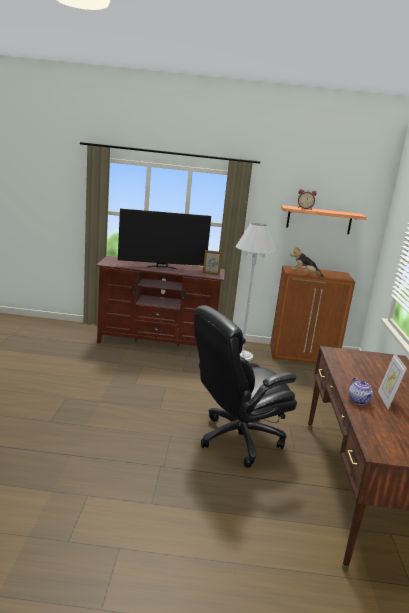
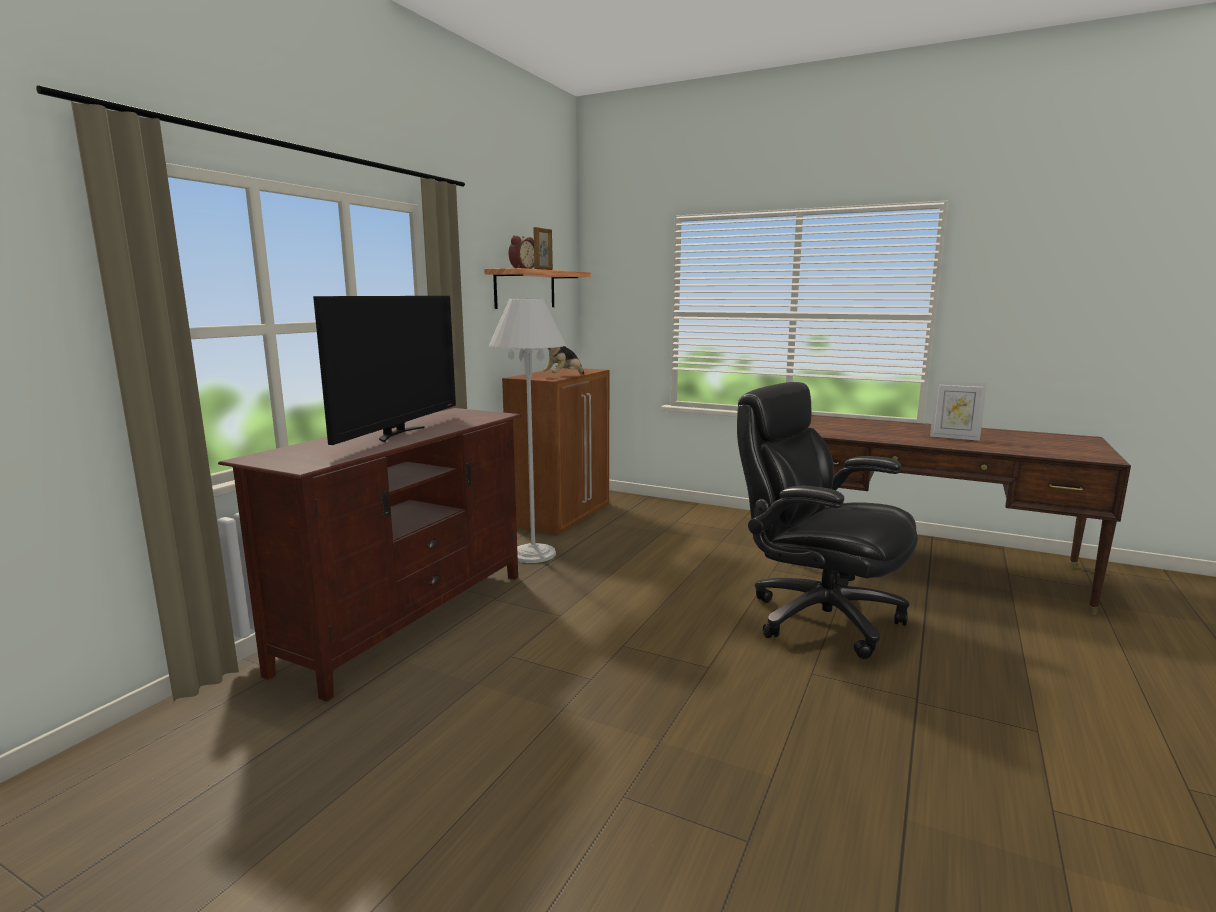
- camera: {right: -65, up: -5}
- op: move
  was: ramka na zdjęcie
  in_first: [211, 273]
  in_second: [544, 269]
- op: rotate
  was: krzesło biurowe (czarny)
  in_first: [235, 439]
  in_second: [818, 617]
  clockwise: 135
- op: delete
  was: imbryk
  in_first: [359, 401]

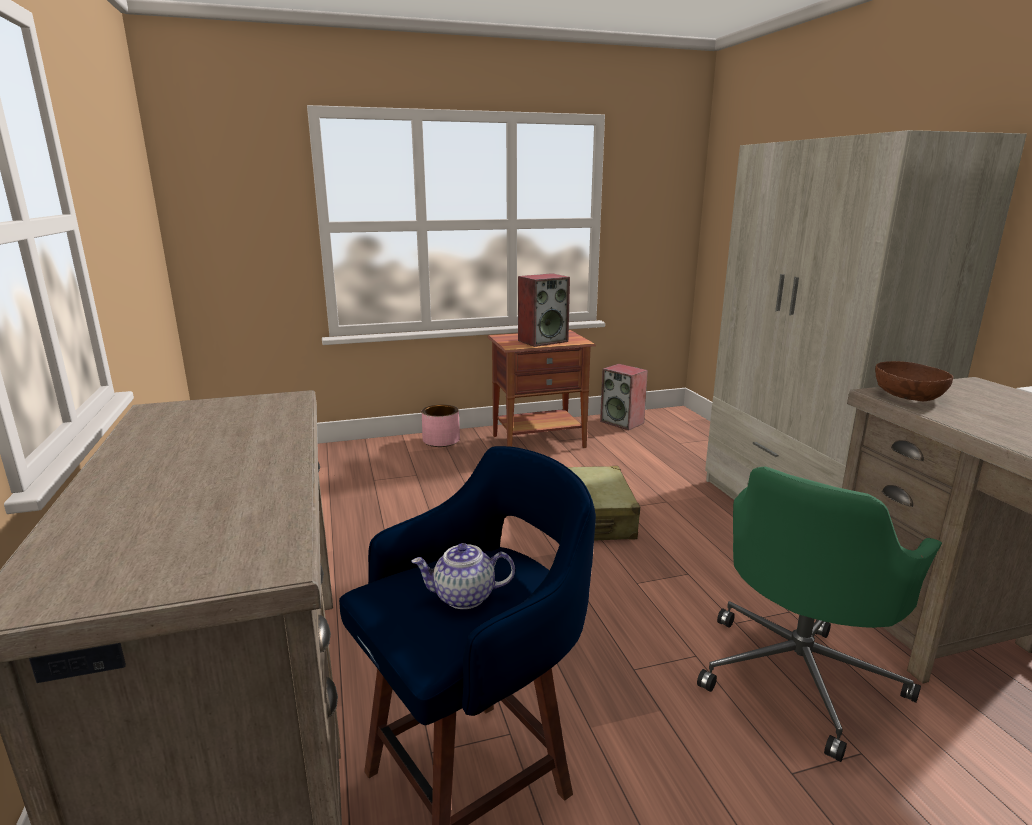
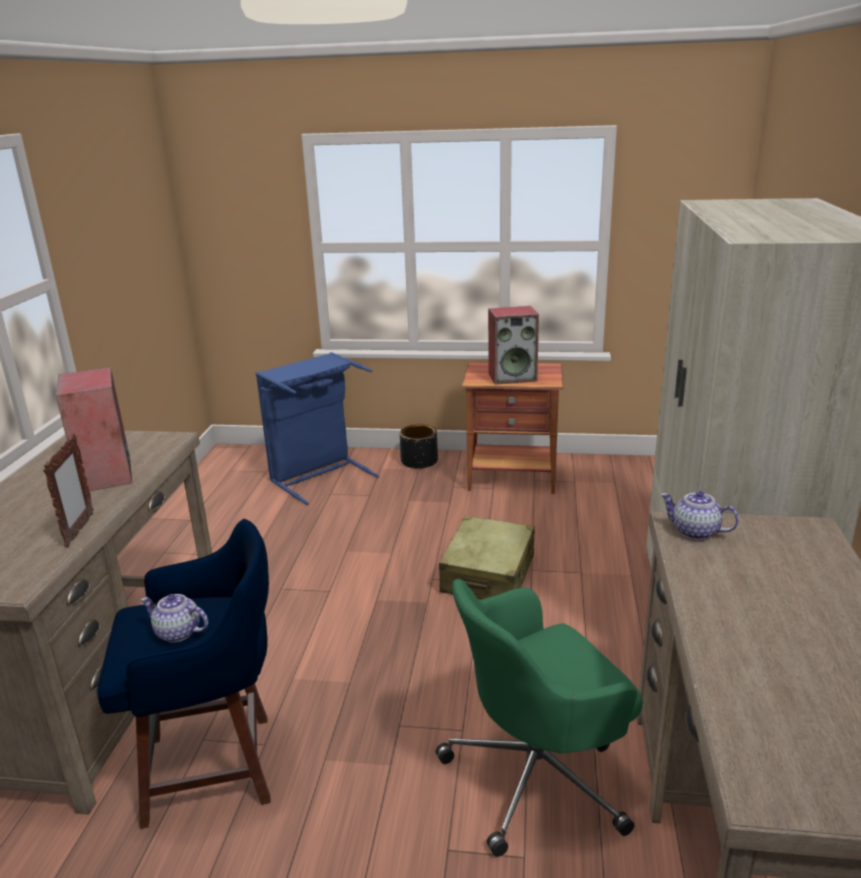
- camera: {right: 25, up: 5}
- op: insert
  now: ramka na zdjęcie
  in_second: [79, 530]
- op: move
  was: głośnik
  in_first: [622, 422]
  in_second: [107, 474]
- op: insert
  now: kosz na pranie (niebieski)
  in_second: [318, 476]
- op: recolor
  was: donica (różowy)
  now: donica (czarny)
  in_first: [441, 441]
  in_second: [419, 461]
- op: replace
  was: miska (brązowy)
  now: imbryk
  in_first: [908, 396]
  in_second: [694, 532]

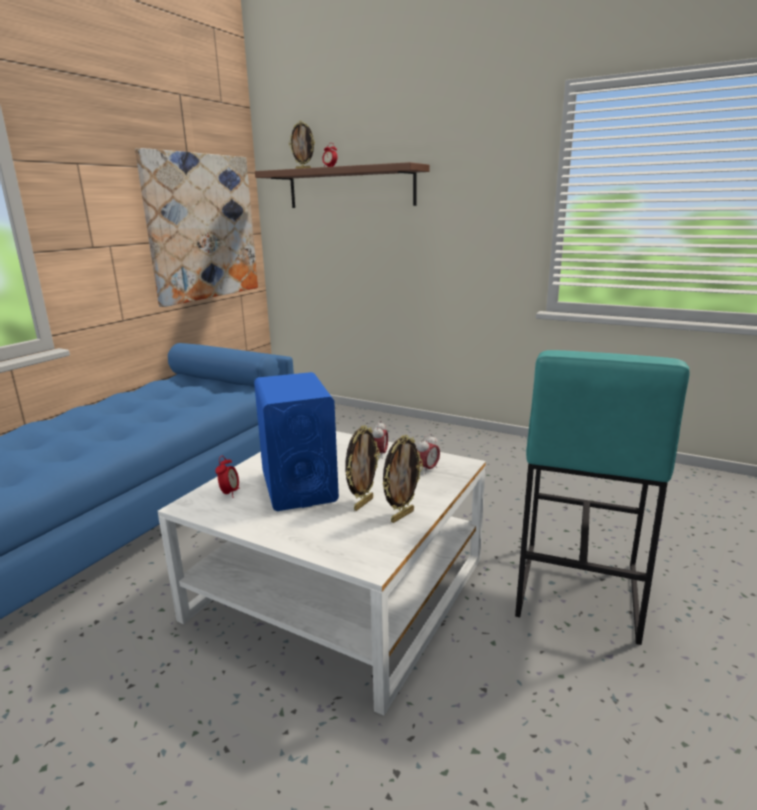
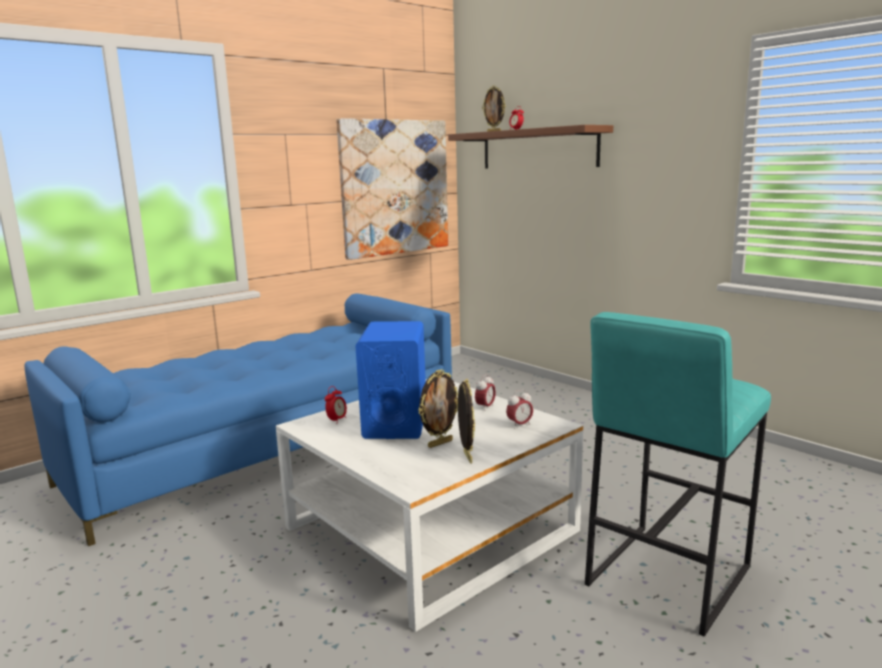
- camera: {right: 20, up: -5}
- op: rotate
  was: ramka na zdjęcie
  in_first: [402, 516]
  in_second: [466, 457]
  clockwise: -75

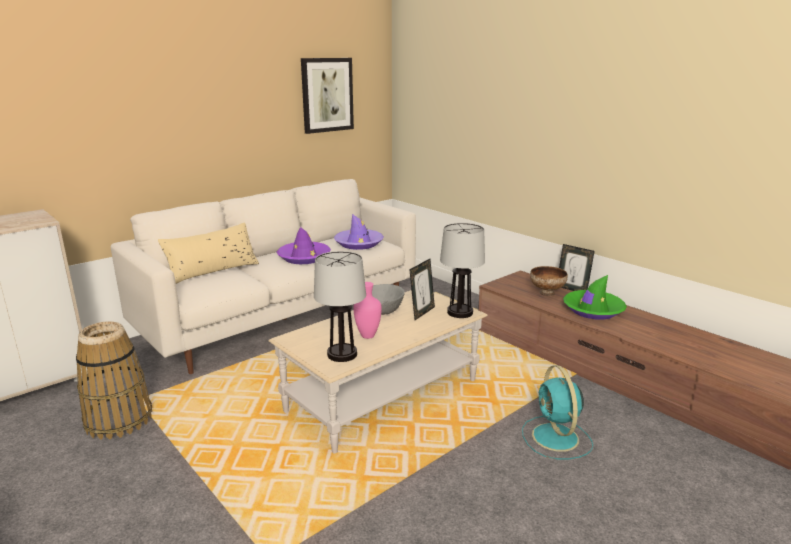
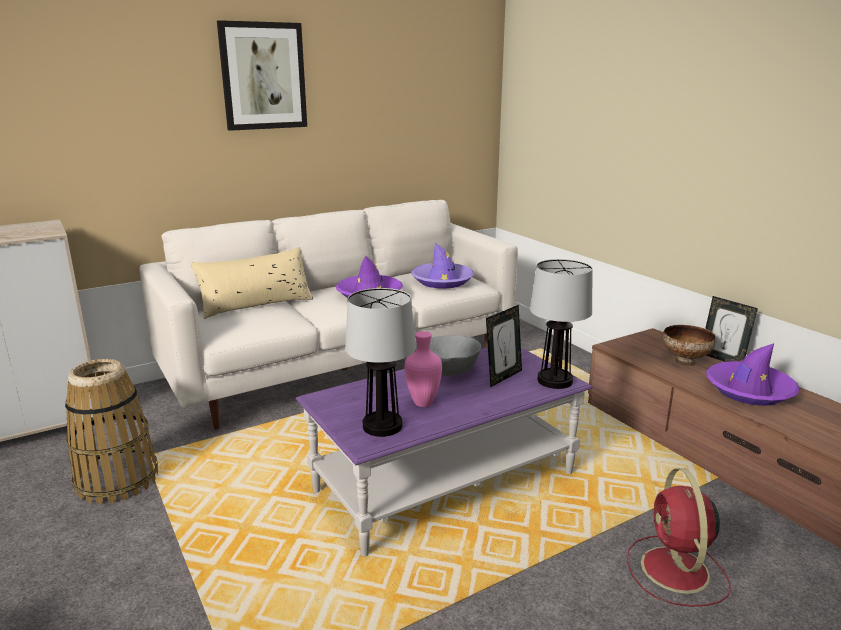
- camera: {right: 10, up: 0}
- op: move
  was: obraz
  in_first: [327, 95]
  in_second: [263, 76]
- op: recolor
  was: ława (beżowy)
  now: ława (fioletowy)
  in_first: [383, 396]
  in_second: [445, 482]
- op: recolor
  was: wentylator (turkusowy)
  now: wentylator (czerwony)
  in_first: [556, 438]
  in_second: [676, 572]
- op: recolor
  was: kapelusz (zielony)
  now: kapelusz (fioletowy)
  in_first: [593, 310]
  in_second: [749, 391]

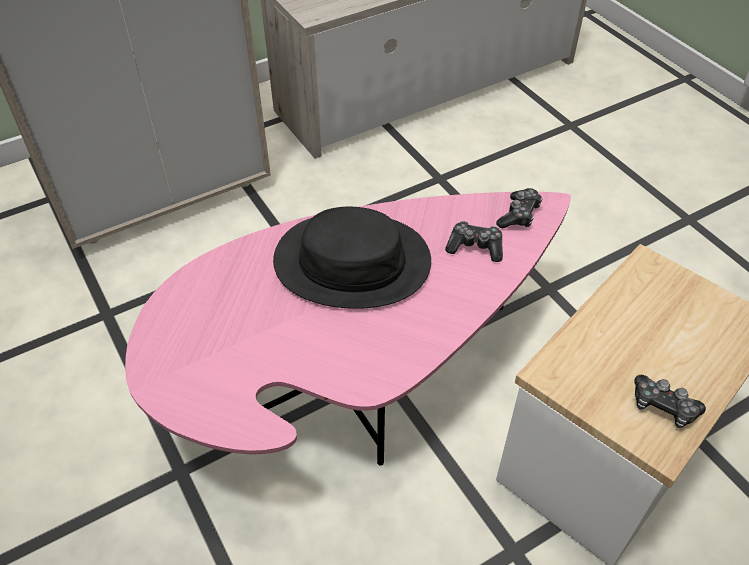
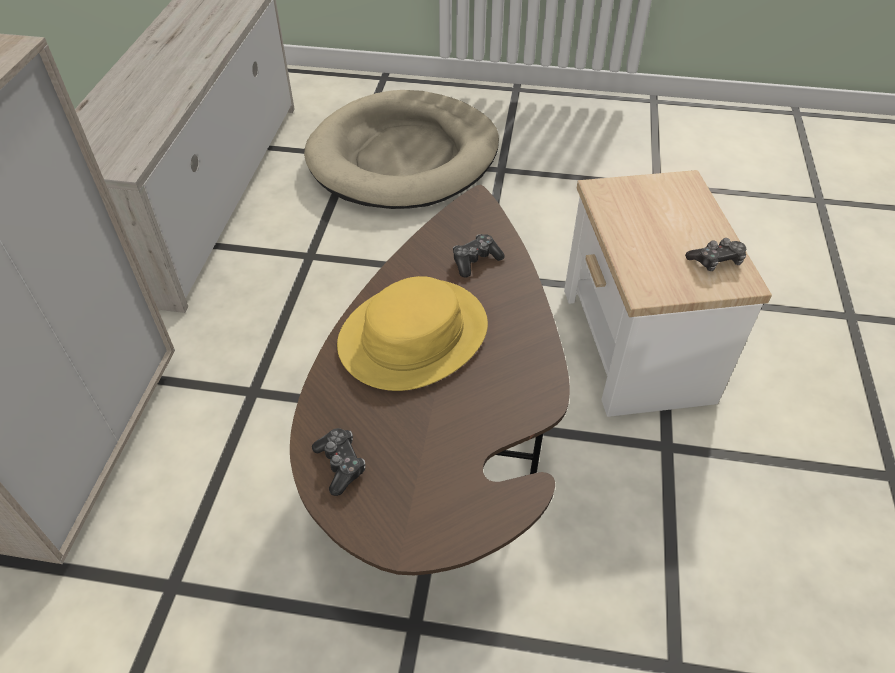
- camera: {right: -50, up: 0}
- op: recolor
  was: ława (różowy)
  now: ława (brązowy)
  in_first: [351, 379]
  in_second: [441, 442]
- op: insert
  now: legowisko (beżowy)
  in_second: [404, 157]
- op: move
  was: pad do gier
  in_first: [519, 215]
  in_second: [340, 464]
- op: recolor
  was: kapelusz (czarny)
  now: kapelusz (żółty)
  in_first: [352, 261]
  in_second: [413, 335]

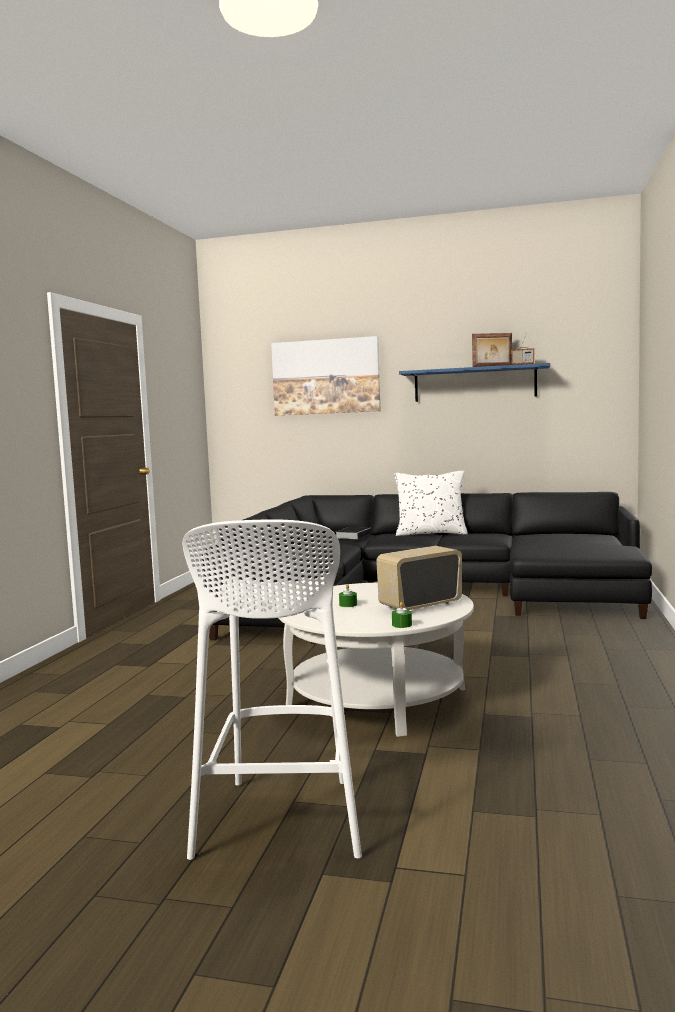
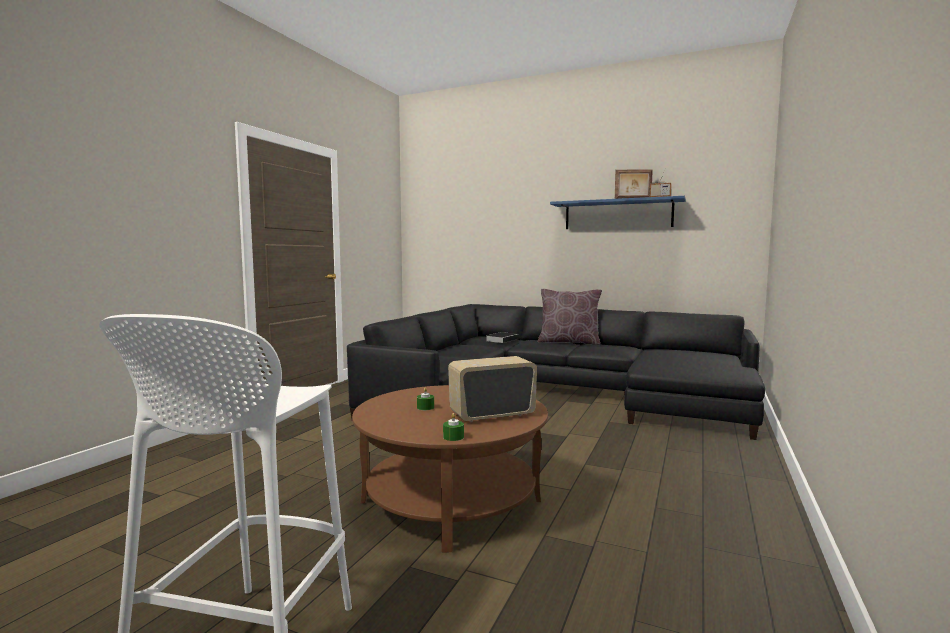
- camera: {right: 10, up: 0}
- op: recolor
  was: ława (biały)
  now: ława (brązowy)
  in_first: [377, 698]
  in_second: [451, 500]
- op: recolor
  was: poduszka (biały)
  now: poduszka (brązowy)
  in_first: [431, 533]
  in_second: [569, 342]
- op: delete
  was: obraz
  in_first: [326, 376]

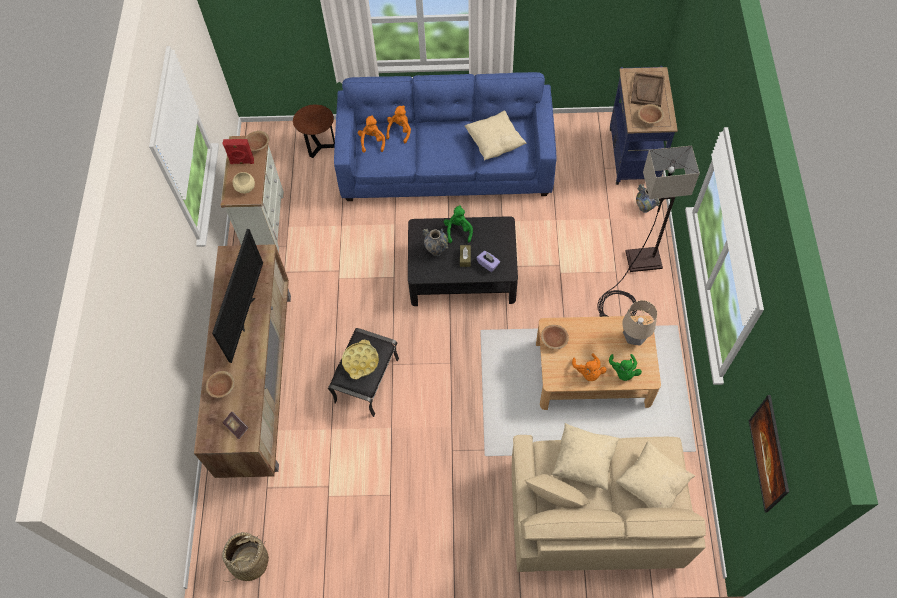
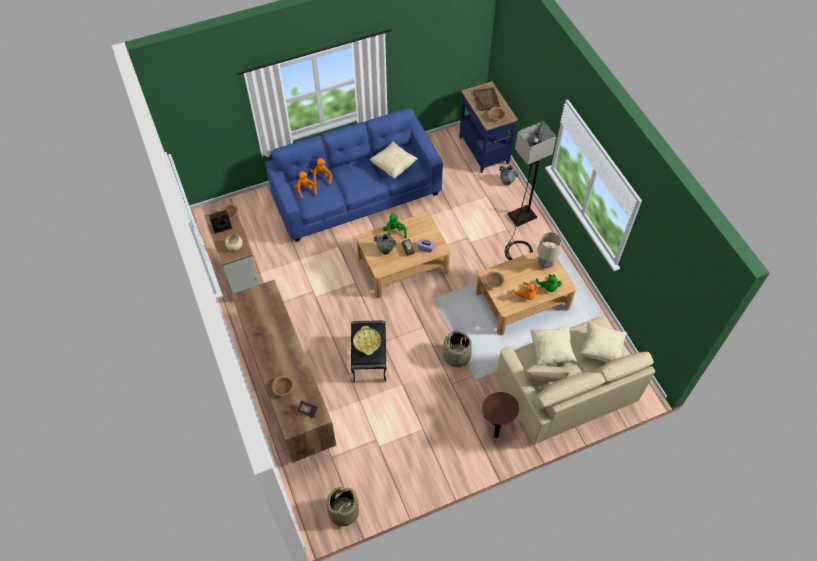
- camera: {right: -25, up: -5}
- op: recolor
  was: głośnik (czerwony)
  now: głośnik (czarny)
  in_first: [242, 162]
  in_second: [223, 229]
- op: recolor
  was: ława (czarny)
  now: ława (beżowy)
  in_first: [462, 273]
  in_second: [403, 264]
- op: insert
  now: koszyk
  in_second: [456, 356]
- op: move
  was: stolik (brązowy)
  in_first: [320, 146]
  in_second: [496, 424]
- op: delete
  was: telewizor
  in_first: [245, 313]
- op: delete
  was: obraz
  in_first: [764, 459]

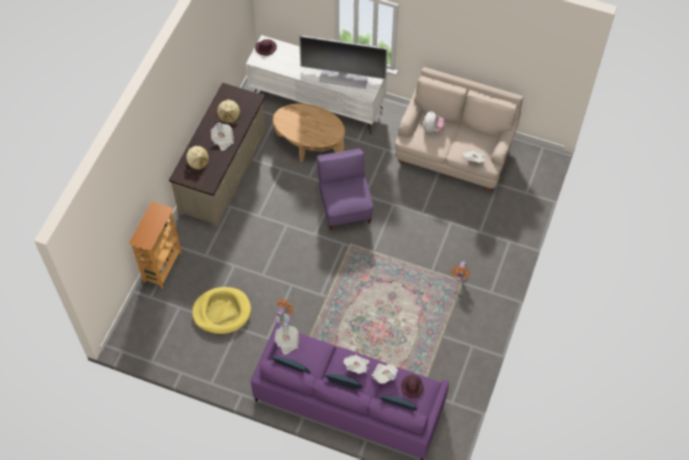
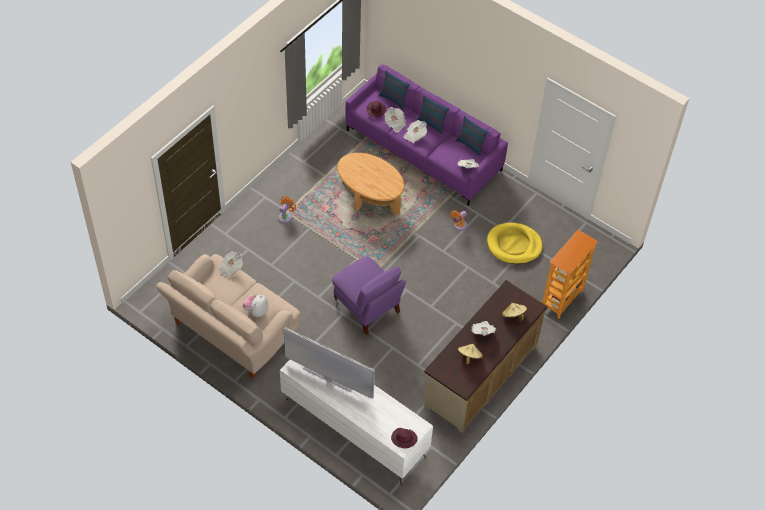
- camera: {right: -165, up: -5}
- op: rotate
  was: fotel (fioletowy)
  in_first: [345, 207]
  in_second: [367, 307]
  clockwise: -45
- op: move
  was: ława (brązowy)
  in_first: [309, 145]
  in_second: [370, 198]

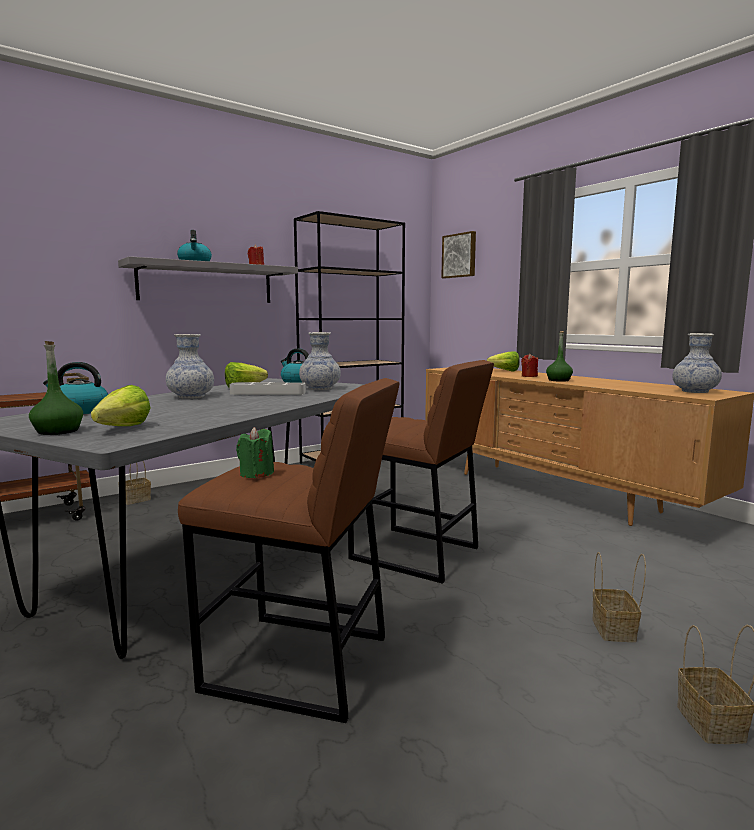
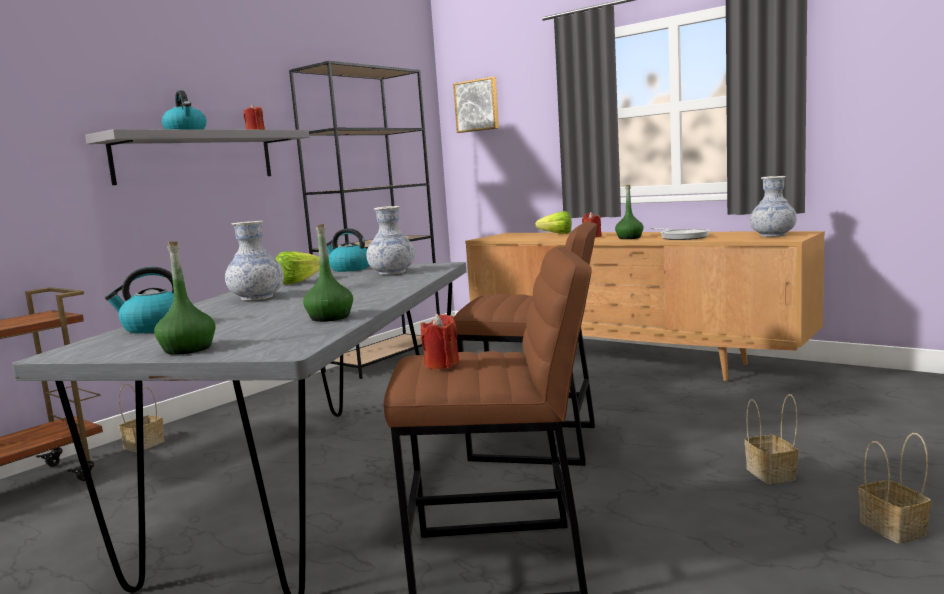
- camera: {right: -15, up: 0}
- op: insert
  now: butelka (zielony)
  in_second: [330, 318]
- op: recolor
  was: świeca (zielony)
  now: świeca (czerwony)
  in_first: [256, 474]
  in_second: [441, 364]
- op: insert
  now: patelnia
  in_second: [682, 237]
- op: delete
  was: sałata
  in_first: [118, 429]
- op: delete
  was: taca (szary)
  in_first: [268, 393]

